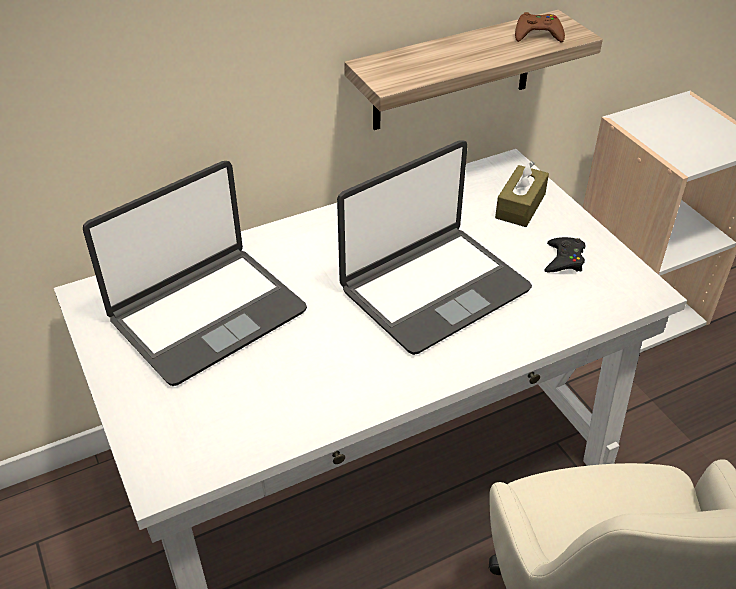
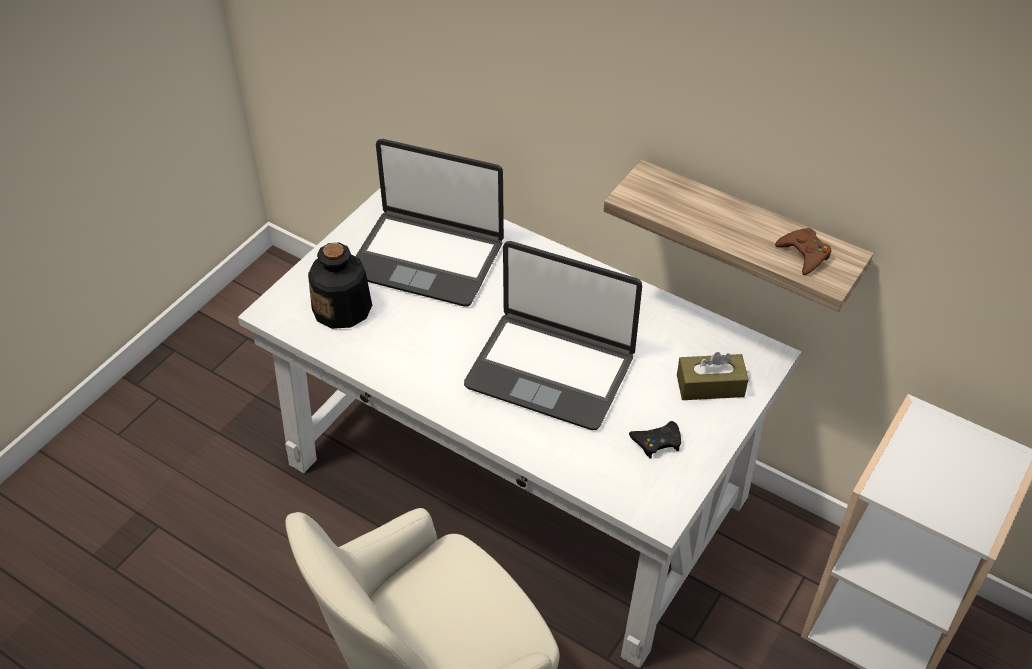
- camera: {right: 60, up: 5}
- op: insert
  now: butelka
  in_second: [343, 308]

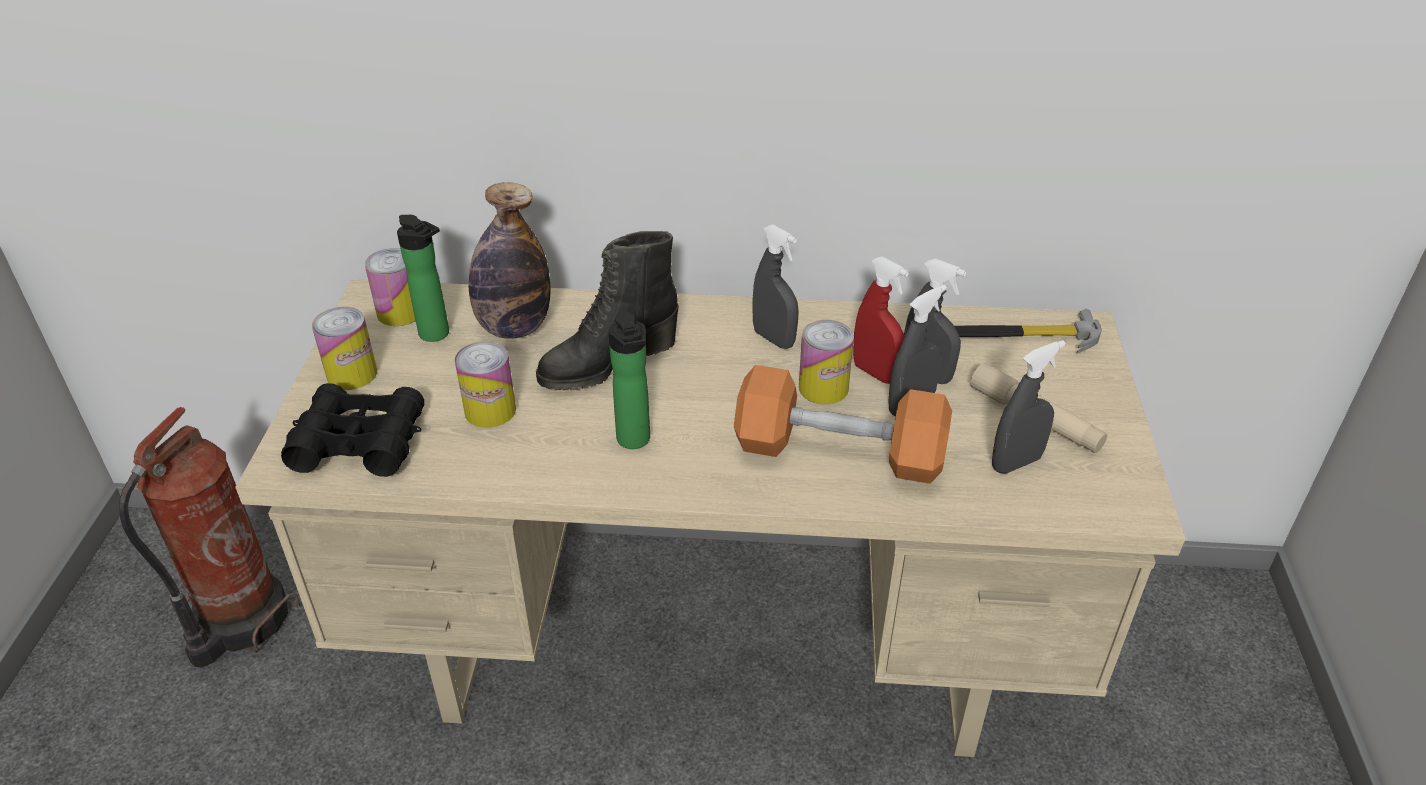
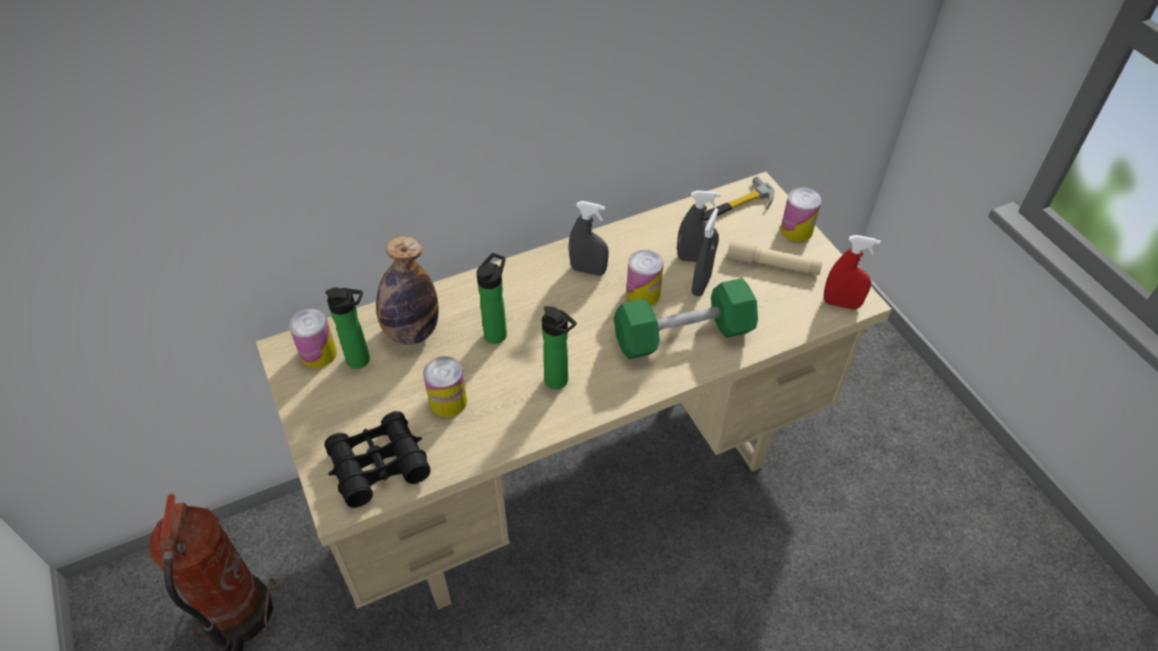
- camera: {right: -30, up: 10}
- op: replace
  was: but z cholewką (czarny)
  now: butelka
  in_first: [608, 363]
  in_second: [497, 332]
- op: recolor
  was: hantel (pomarańczowy)
  now: hantel (zielony)
  in_first: [839, 452]
  in_second: [683, 335]
- op: move
  was: puszka
  in_first: [352, 374]
  in_second: [796, 230]
- op: move
  was: spryskiwacz (czerwony)
  in_first: [875, 373]
  in_second: [841, 304]
- op: delete
  was: spryskiwacz (szary)
  in_first: [1016, 463]

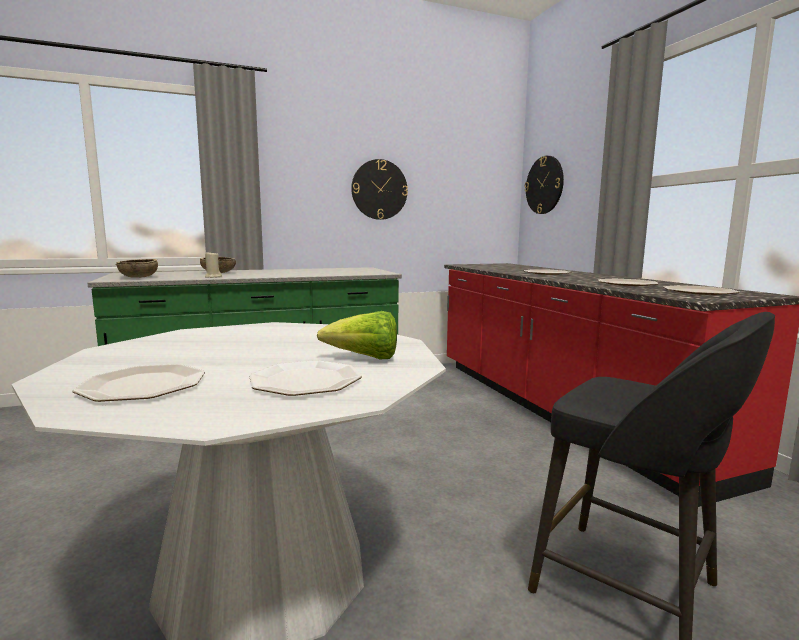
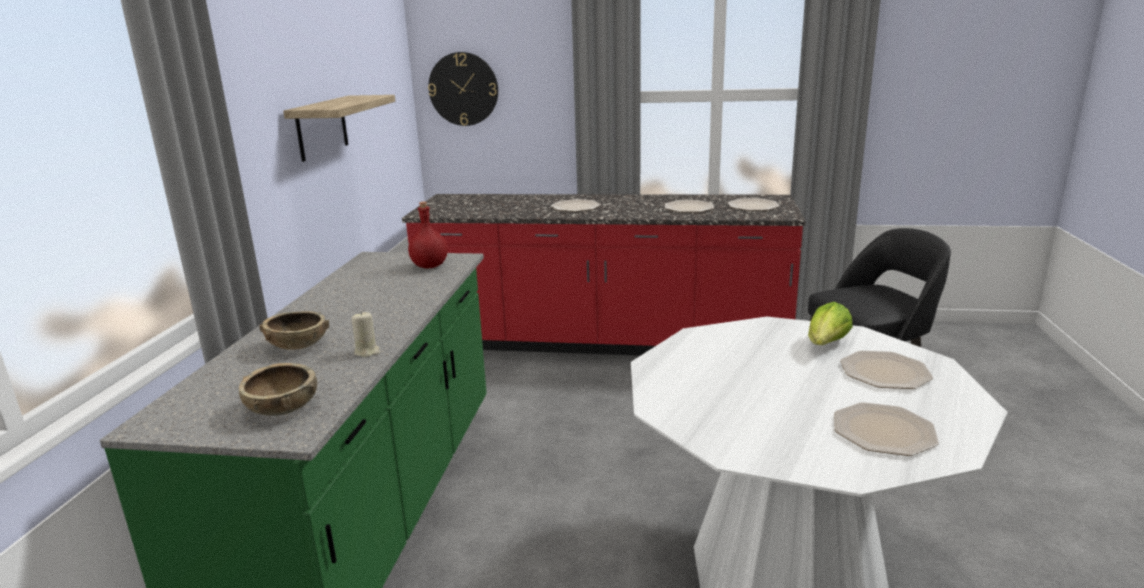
- camera: {right: -60, up: 10}
- op: replace
  was: zegar ścienny
  now: półka
  in_first: [379, 189]
  in_second: [322, 127]
- op: insert
  now: butelka (czerwony)
  in_second: [429, 266]

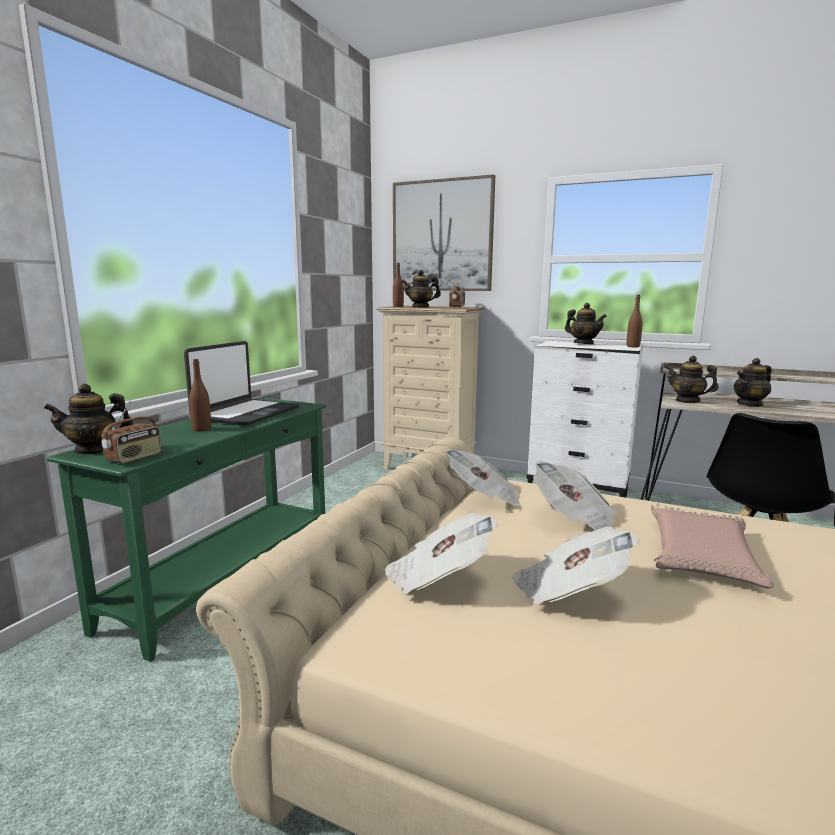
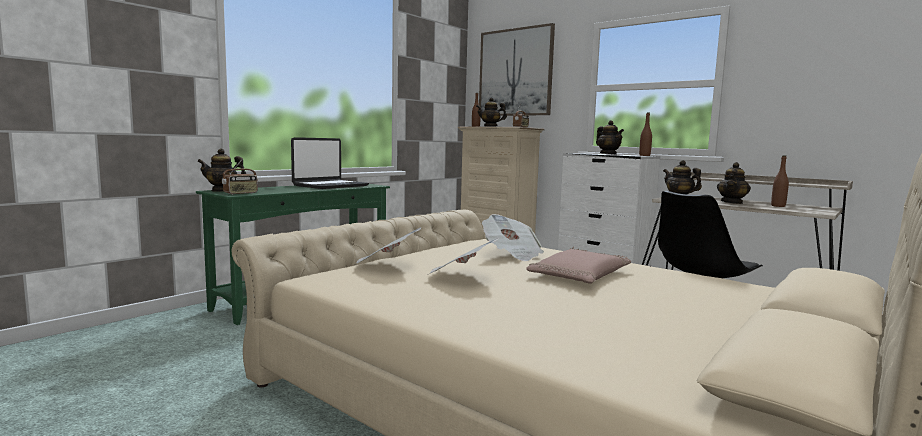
- camera: {right: 15, up: -5}
- op: rotate
  was: imbryk
  in_first: [750, 404]
  in_second: [732, 202]
  clockwise: -45
- op: move
  was: butelka (brązowy)
  in_first: [202, 429]
  in_second: [778, 206]
- op: delete
  was: gazeta
  in_first: [483, 497]

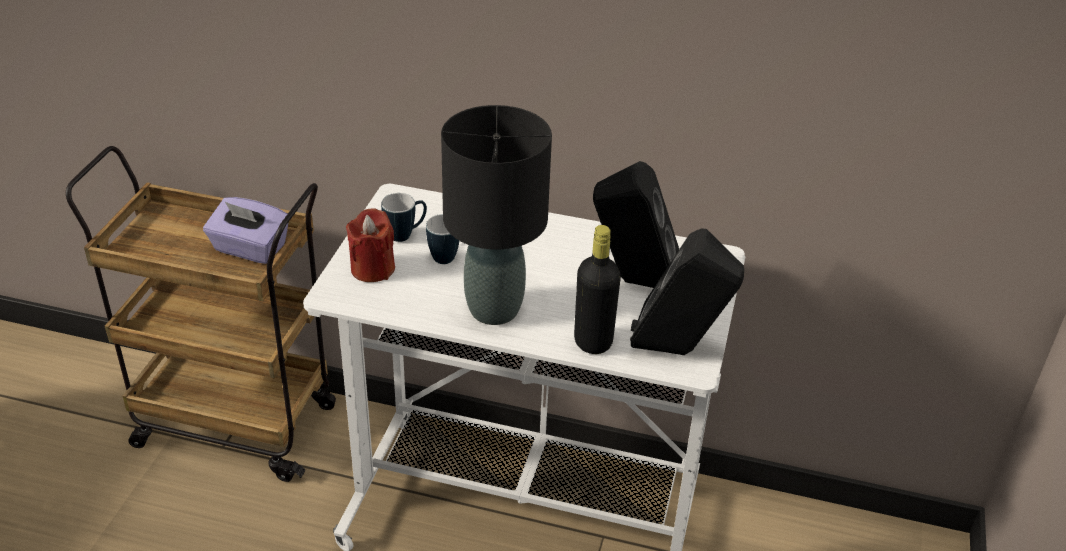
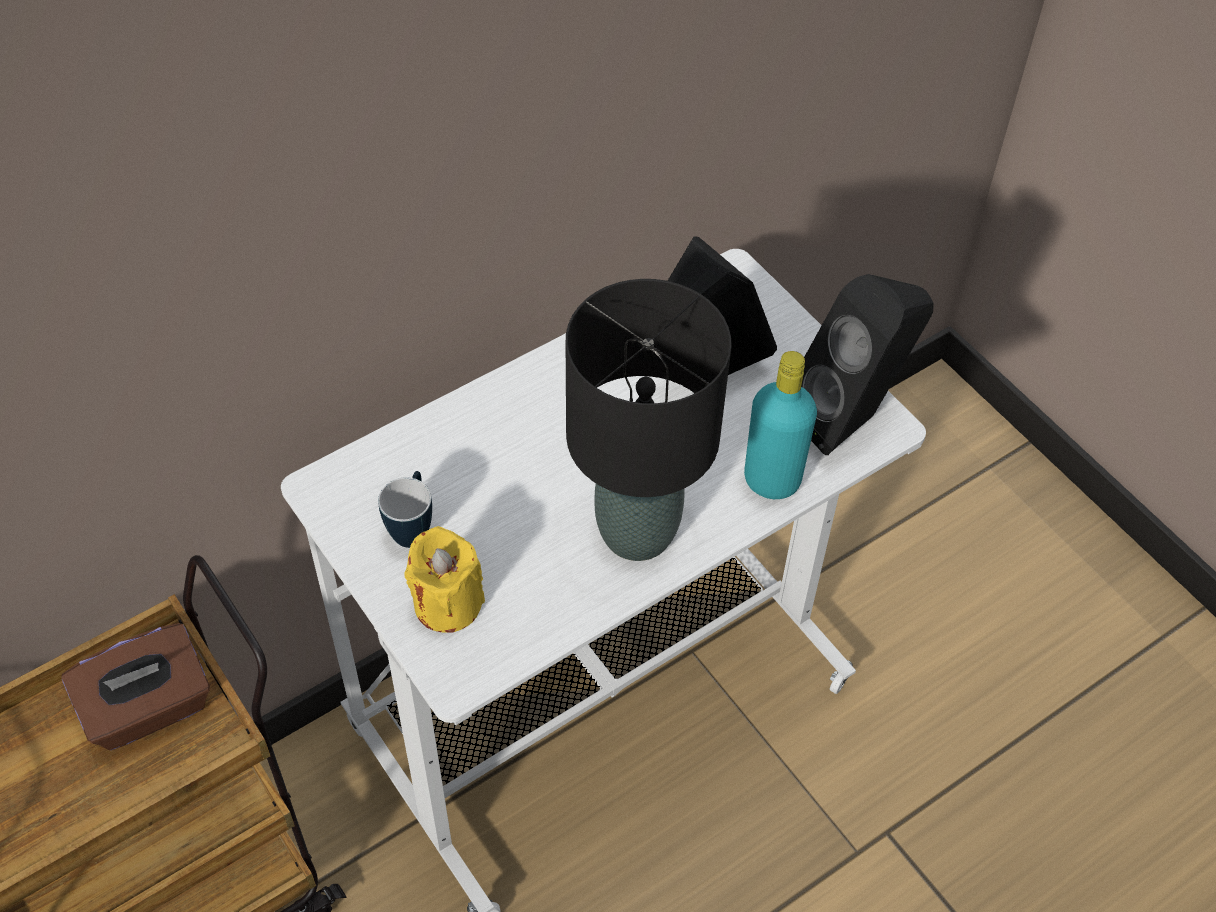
- camera: {right: -50, up: 15}
- op: recolor
  was: pudełko chusteczek (fioletowy)
  now: pudełko chusteczek (brązowy)
  in_first: [249, 249]
  in_second: [148, 708]
- op: recolor
  was: świeca (czerwony)
  now: świeca (żółty)
  in_first: [372, 269]
  in_second: [447, 603]
- op: recolor
  was: butelka (czarny)
  now: butelka (turkusowy)
  in_first: [593, 342]
  in_second: [772, 480]
- op: delete
  was: kubek
  in_first: [444, 254]

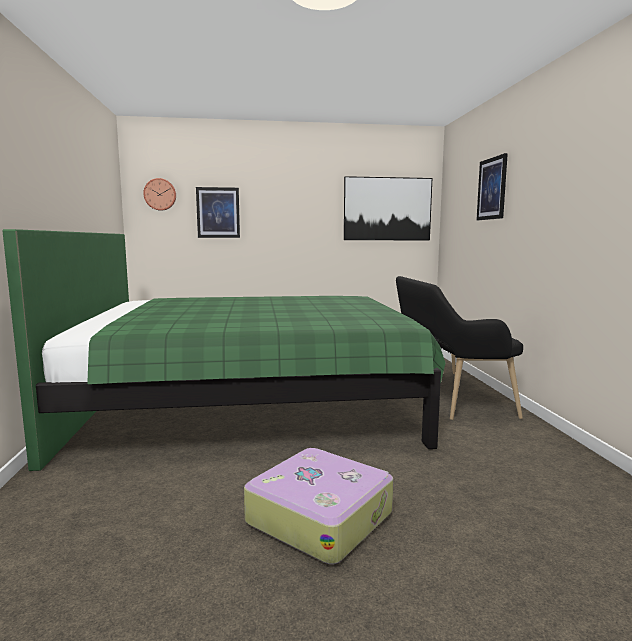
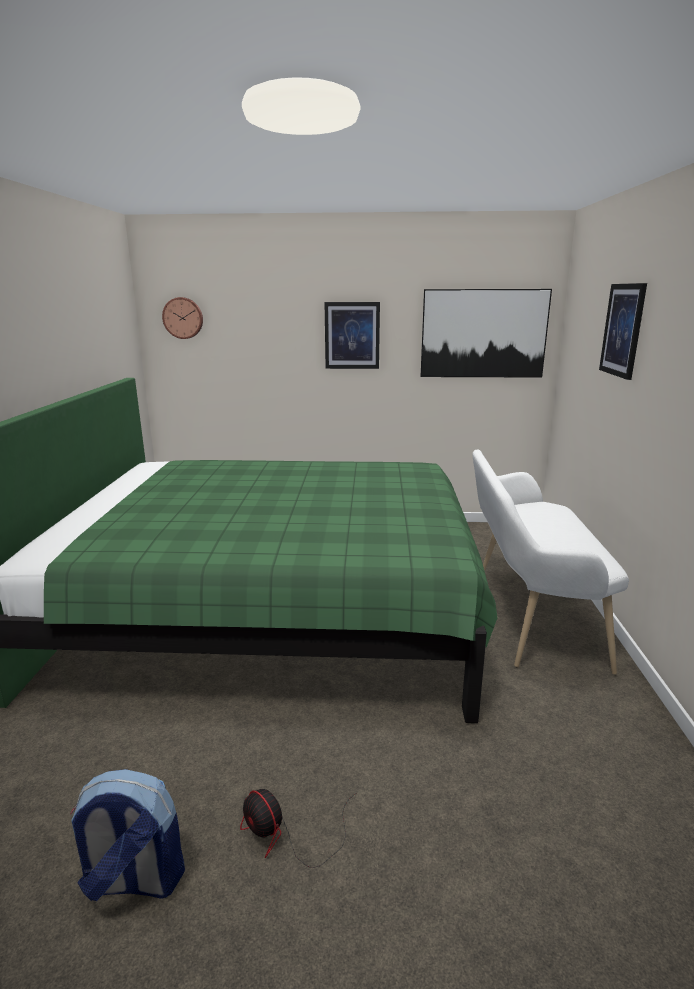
- camera: {right: 10, up: 10}
- op: insert
  now: plecak
  in_second: [134, 880]
- op: replace
  was: walizka
  now: wentylator
  in_first: [320, 516]
  in_second: [287, 836]
- op: move
  was: obraz
  in_first: [218, 212]
  in_second: [352, 335]
- op: recolor
  was: ławka (czarny)
  now: ławka (biały)
  in_first: [447, 394]
  in_second: [527, 614]

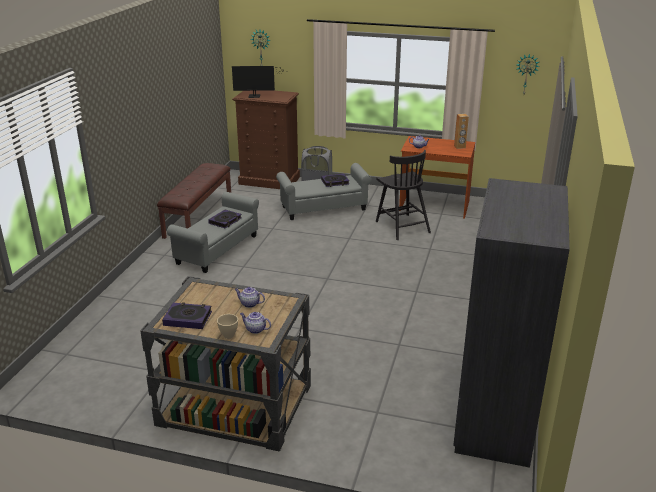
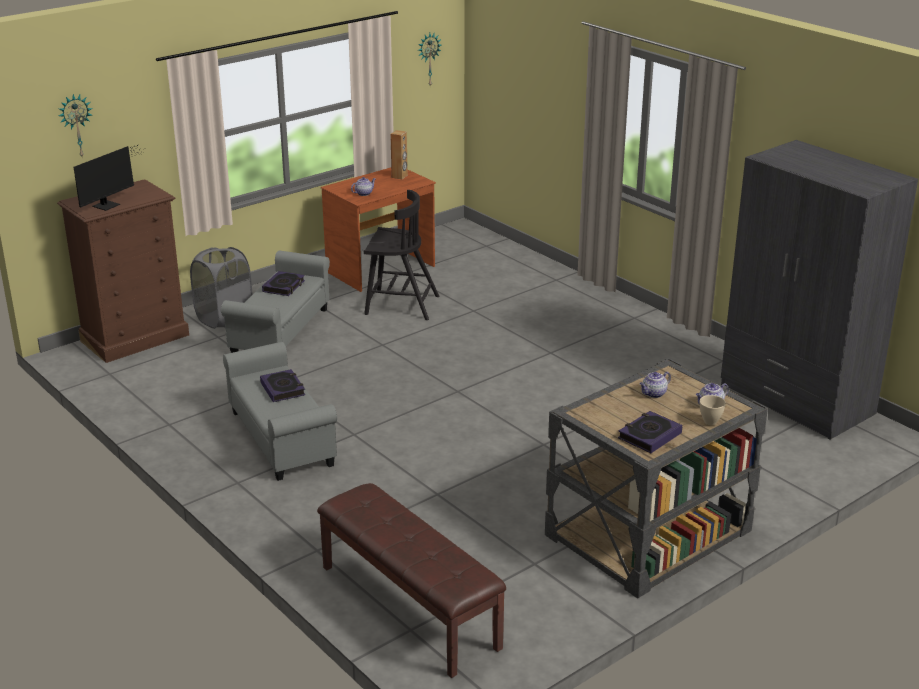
- camera: {right: -55, up: 0}
- op: move
  was: ławka (brązowy)
  in_first: [198, 217]
  in_second: [407, 607]

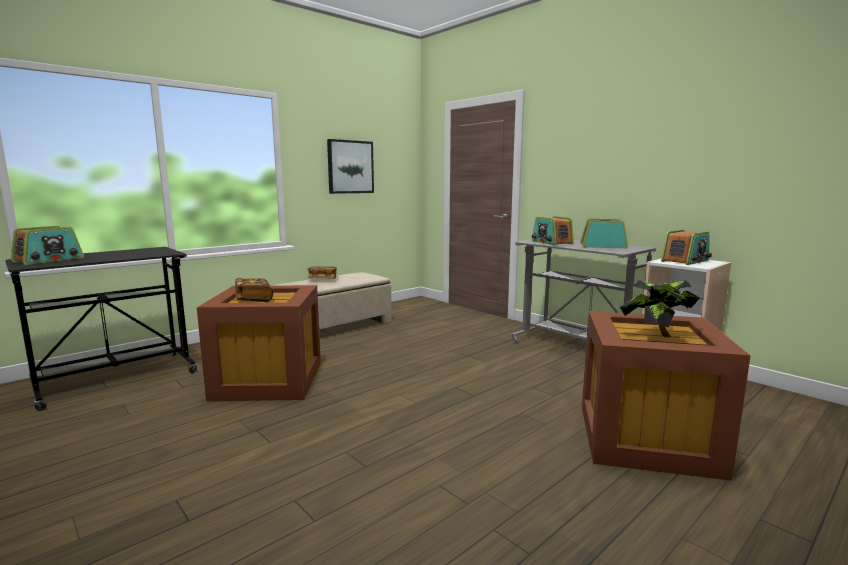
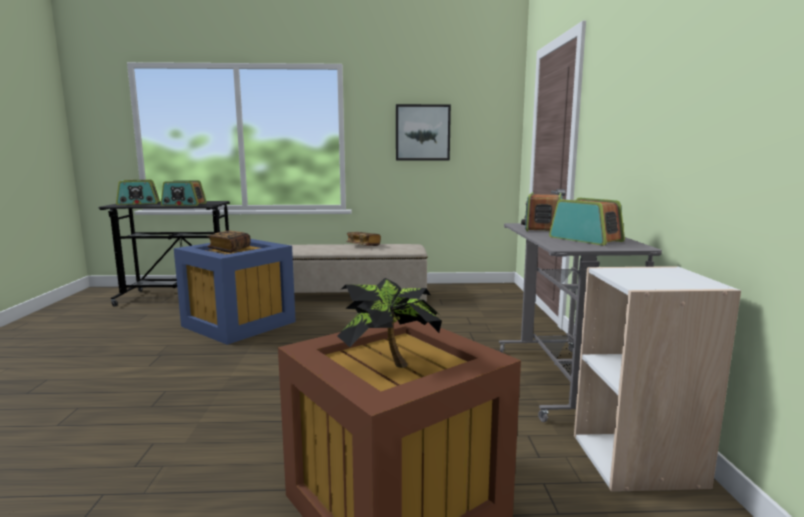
- camera: {right: 40, up: 0}
- op: move
  was: radio
  in_first: [685, 261]
  in_second: [184, 204]
- op: recolor
  was: pojemnik do przechowywania (brązowy)
  now: pojemnik do przechowywania (niebieski)
  in_first: [267, 380]
  in_second: [239, 323]

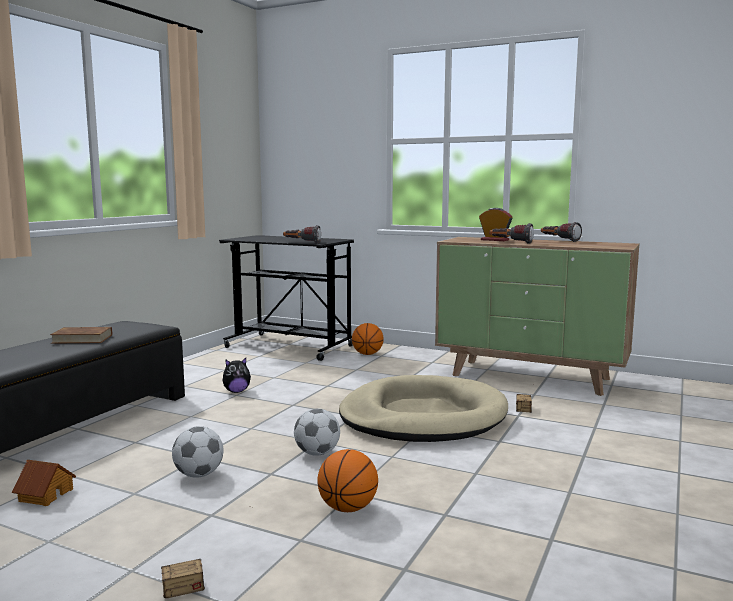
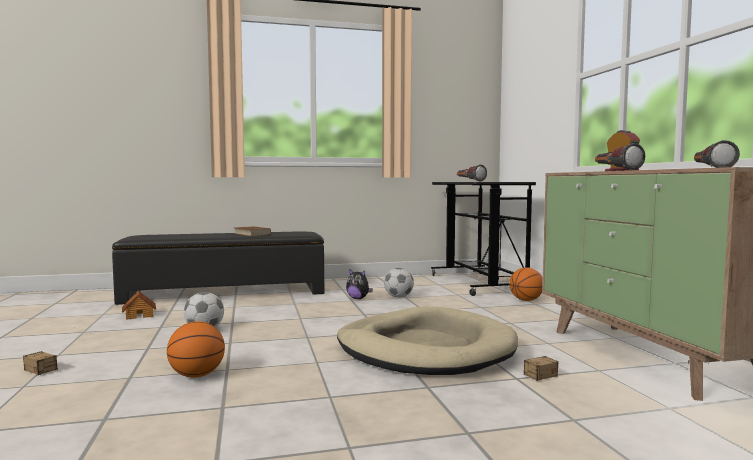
- camera: {right: 50, up: -5}
- op: move
  was: piłka futbolowa
  in_first: [317, 453]
  in_second: [398, 297]

